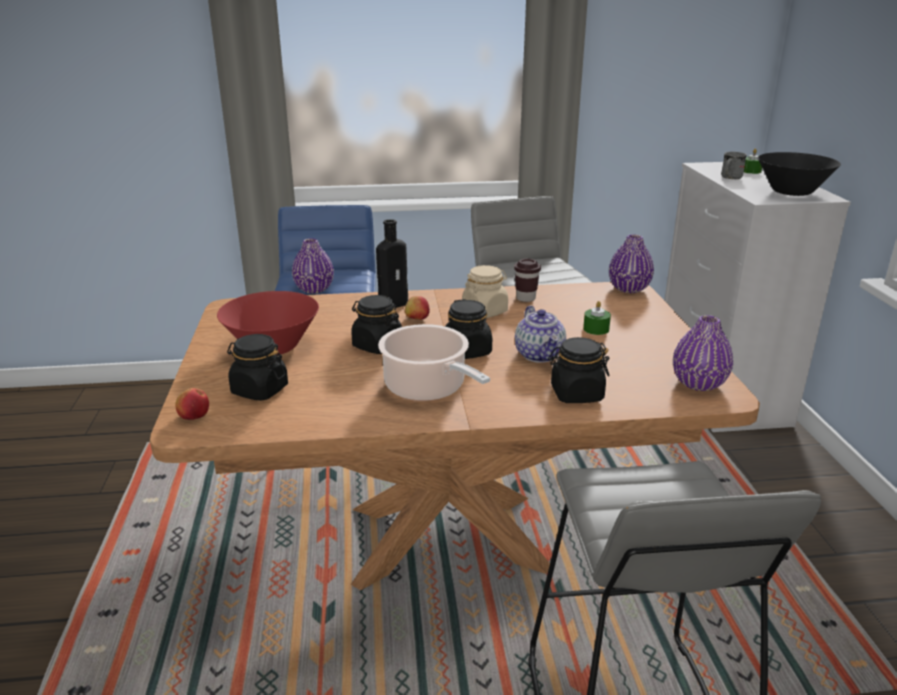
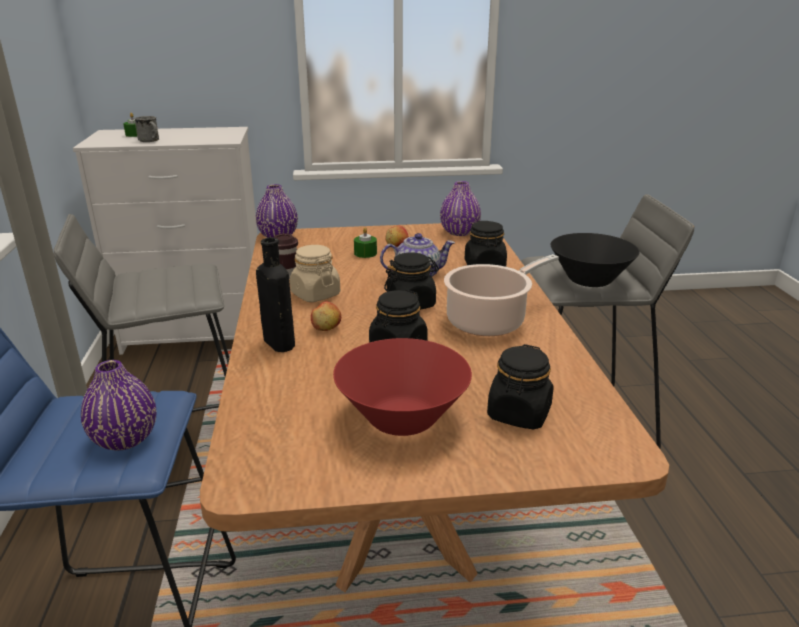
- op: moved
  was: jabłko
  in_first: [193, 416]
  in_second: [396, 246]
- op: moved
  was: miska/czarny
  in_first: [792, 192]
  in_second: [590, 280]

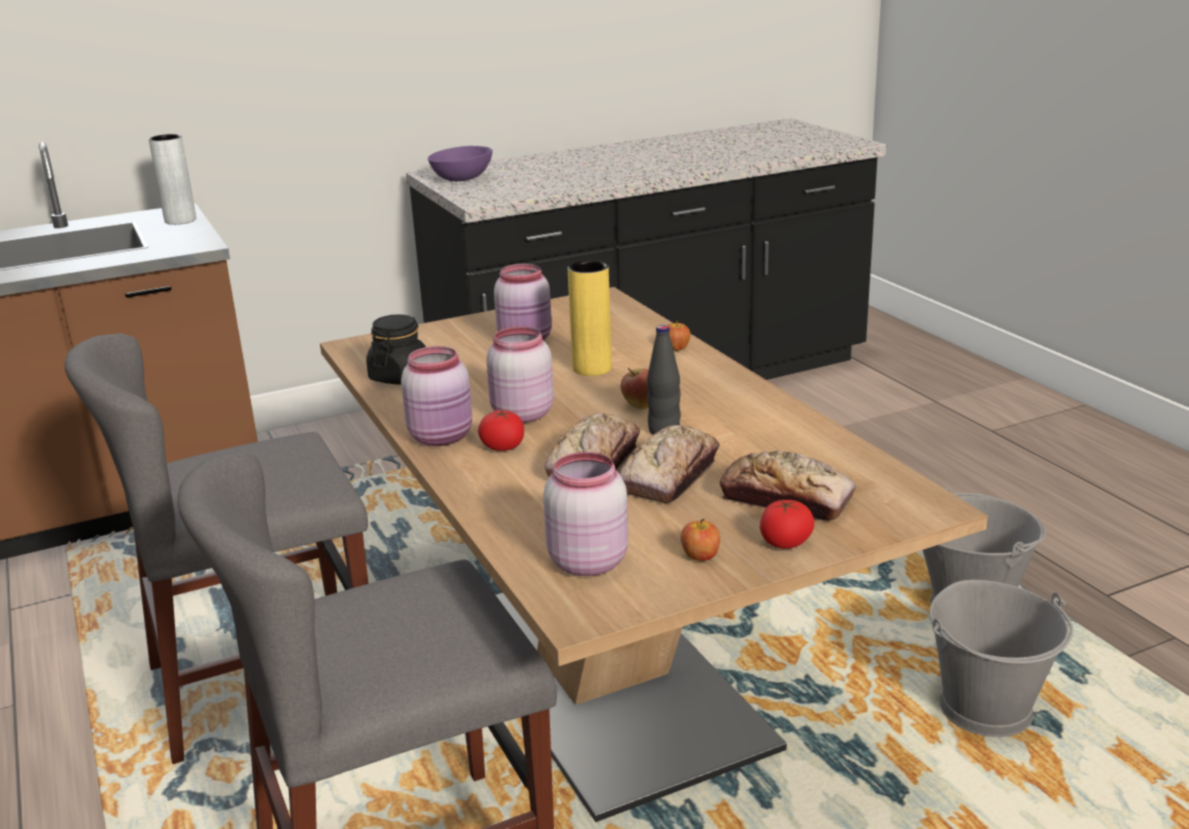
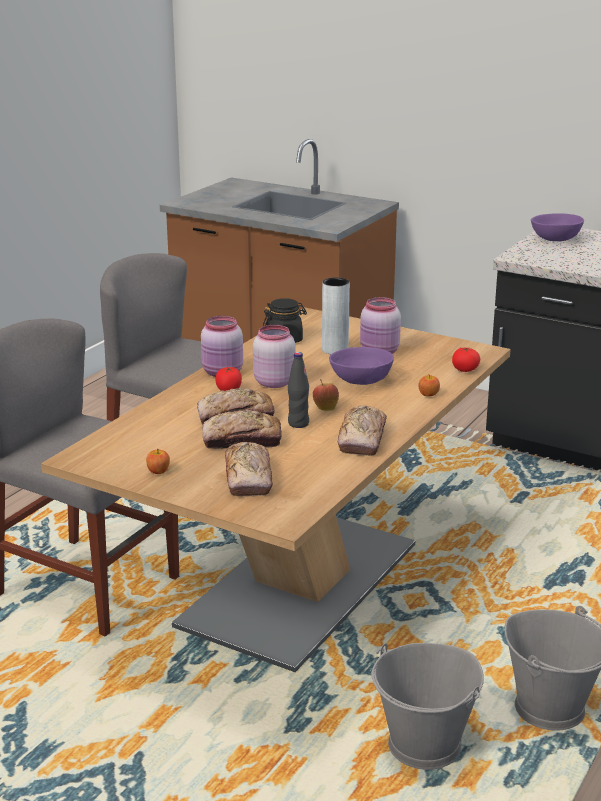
- op: moved
  was: wazon/szary
  in_first: [180, 220]
  in_second: [335, 350]
- op: replaced
  was: wazon/żółty
  now: miska/fioletowy
  in_first: [592, 369]
  in_second: [362, 381]
- op: added
  now: chleb
  in_second: [362, 439]
- op: moved
  was: pomidor
  in_first: [785, 542]
  in_second: [465, 370]
- op: removed
  was: słoik/różowy
  in_first: [586, 561]

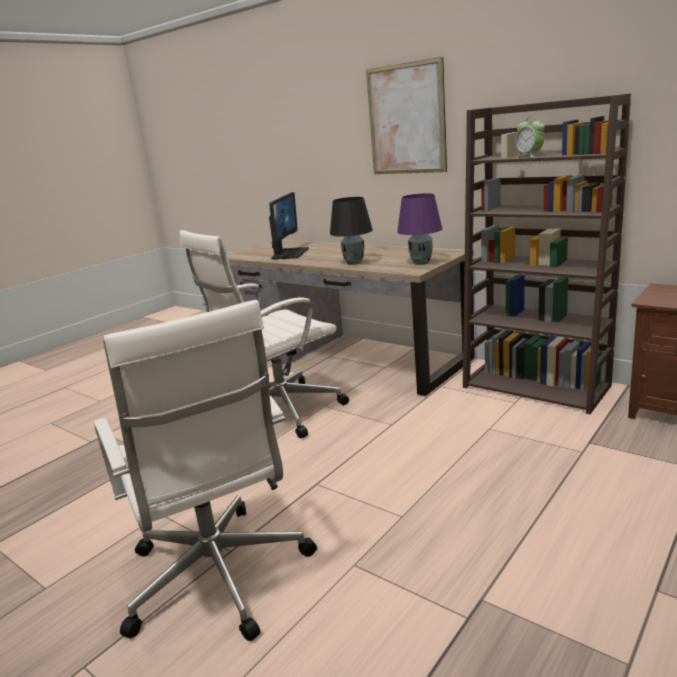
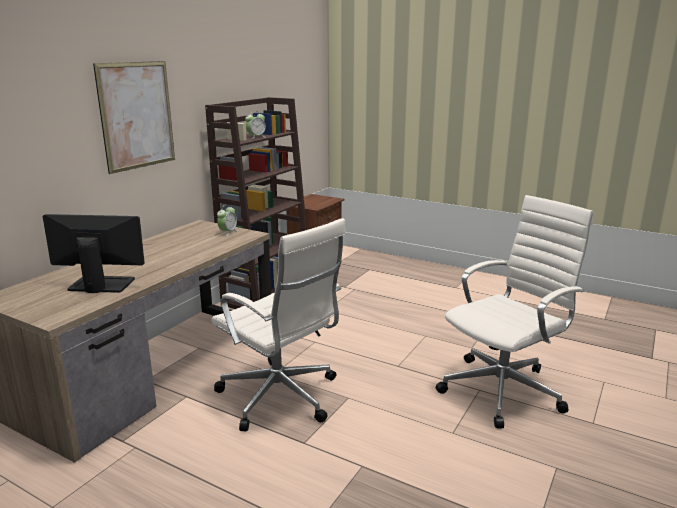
- op: replaced
  was: lampa stołowa/fioletowy
  now: budzik
  in_first: [421, 263]
  in_second: [228, 232]
- op: removed
  was: lampa stołowa/czarny
  in_first: [353, 263]

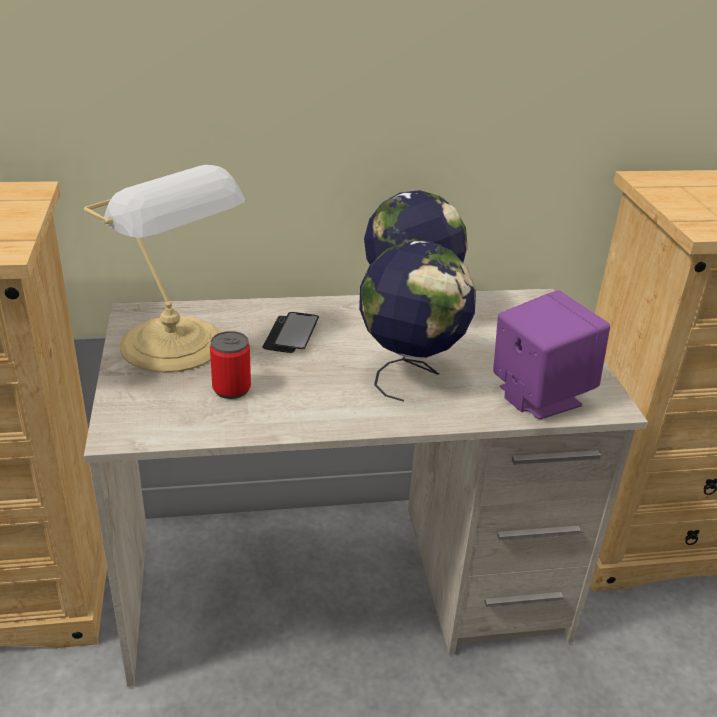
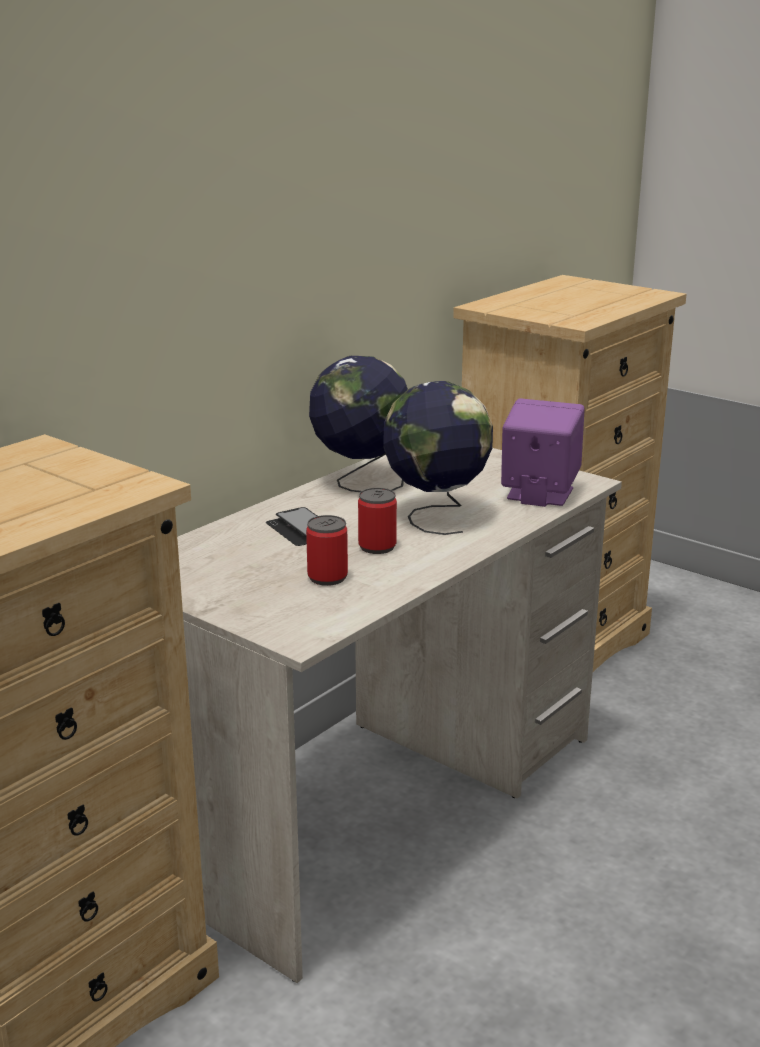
- op: added
  now: puszka
  in_second: [377, 547]
- op: removed
  was: lampa stołowa
  in_first: [176, 346]

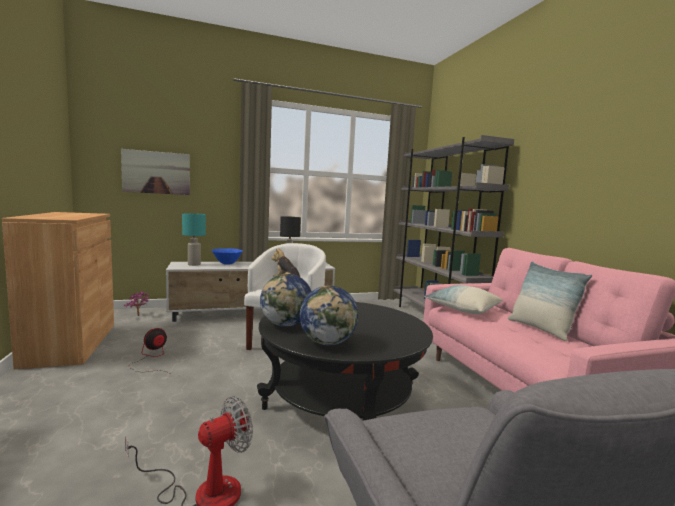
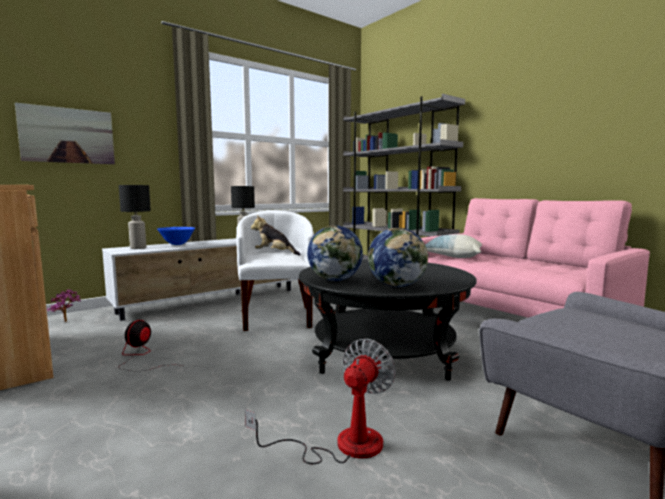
- op: recoloured
  was: lampa stołowa/turkusowy
  now: lampa stołowa/czarny
  in_first: [193, 264]
  in_second: [138, 248]
- op: removed
  was: poduszka
  in_first: [540, 329]

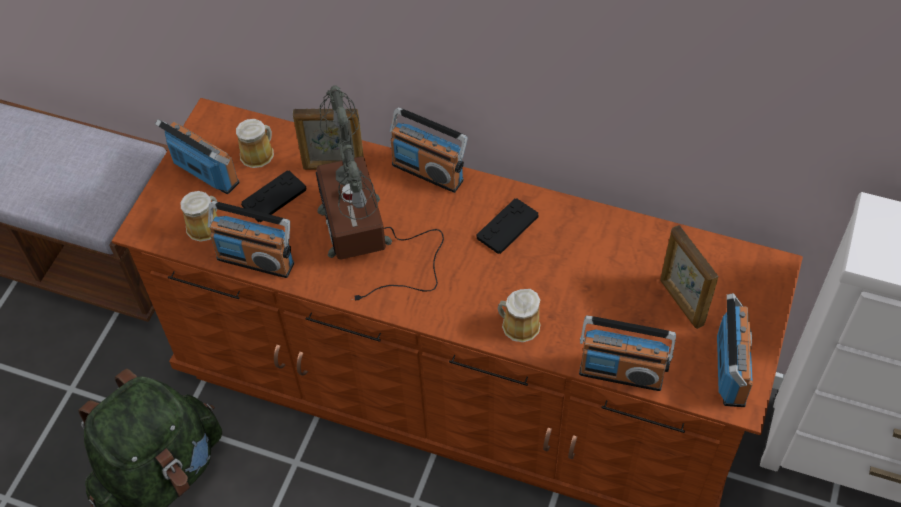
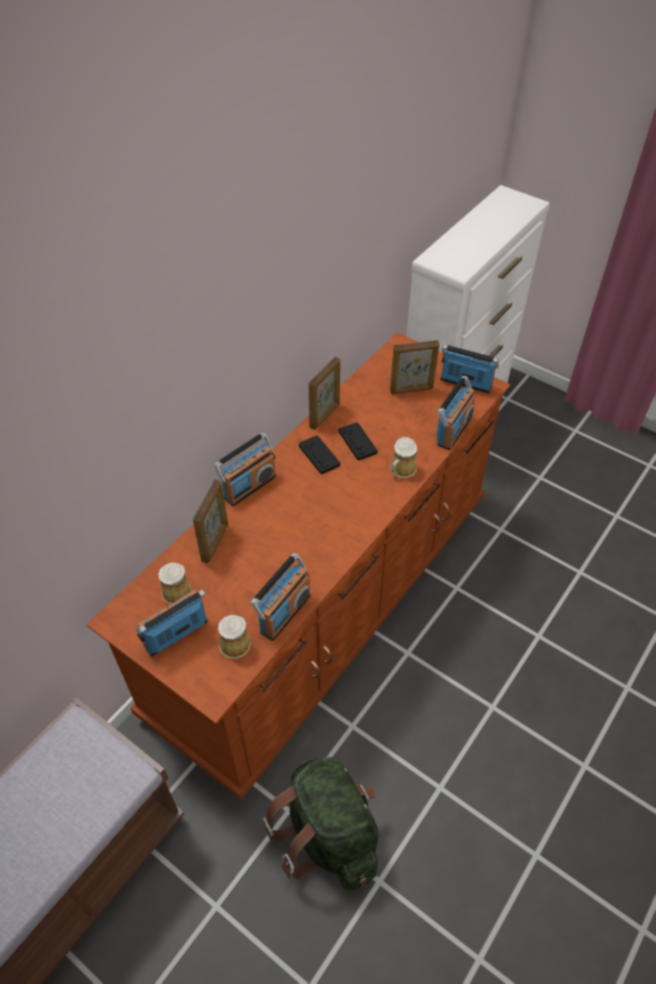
- op: added
  now: ramka na zdjęcie
  in_second: [325, 416]
- op: moved
  was: pad do gier/czarny
  in_first: [274, 197]
  in_second: [357, 442]
- op: removed
  was: lampa stołowa
  in_first: [366, 236]

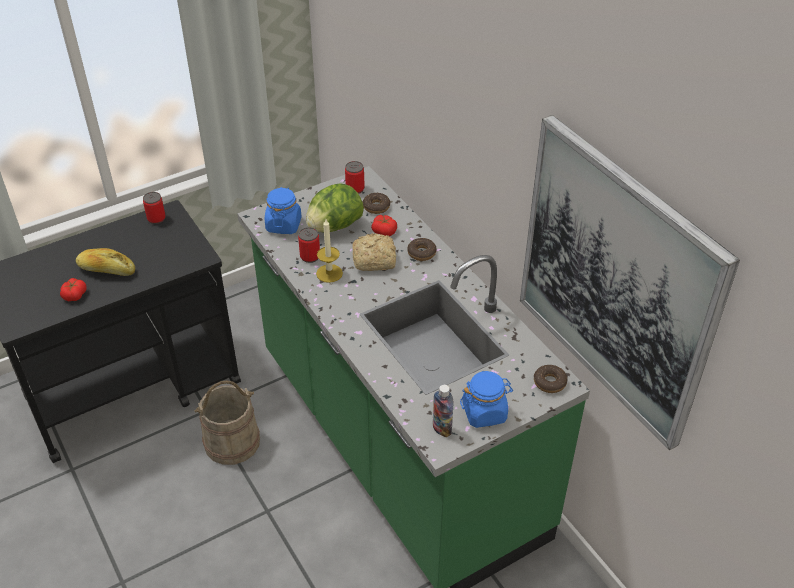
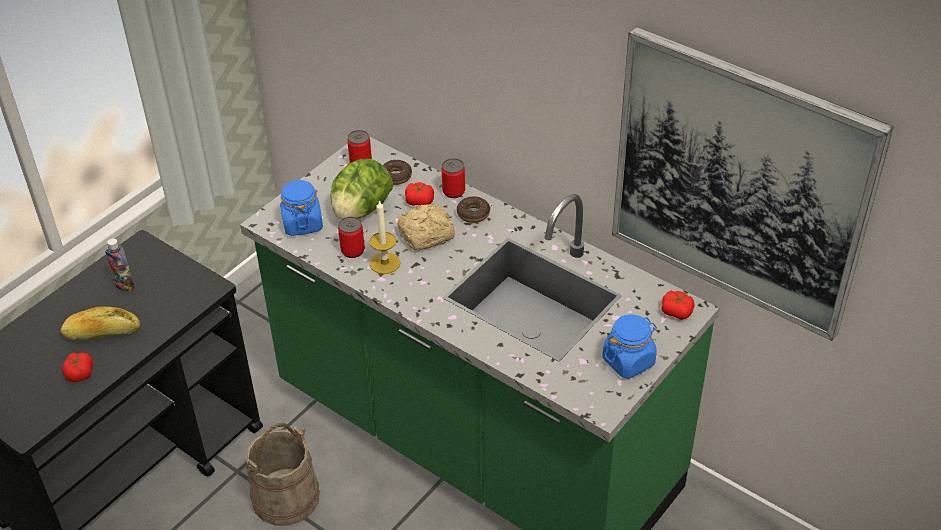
- op: moved
  was: butelka
  in_first: [442, 429]
  in_second: [124, 285]
- op: moved
  was: puszka
  in_first: [156, 218]
  in_second: [453, 191]
- op: replaced
  was: donut
  now: pomidor
  in_first: [549, 382]
  in_second: [676, 311]

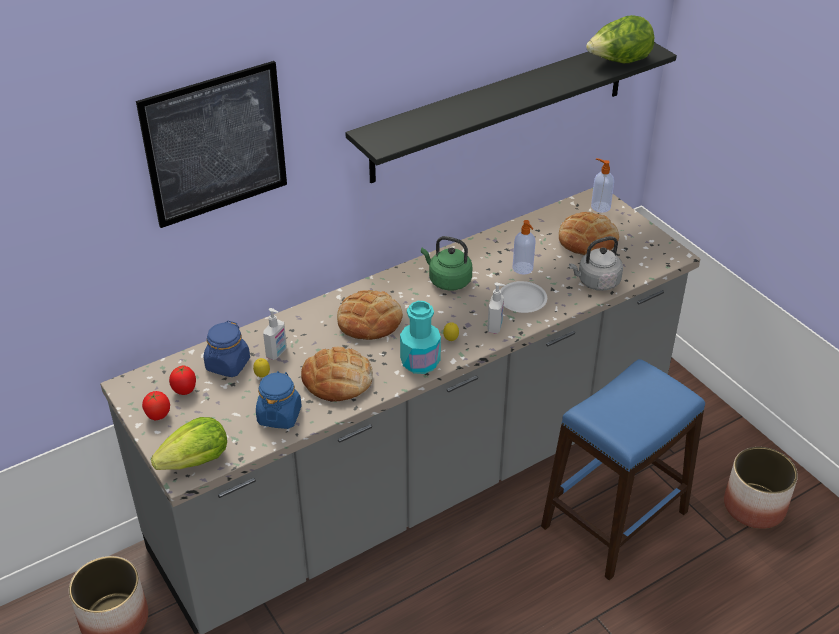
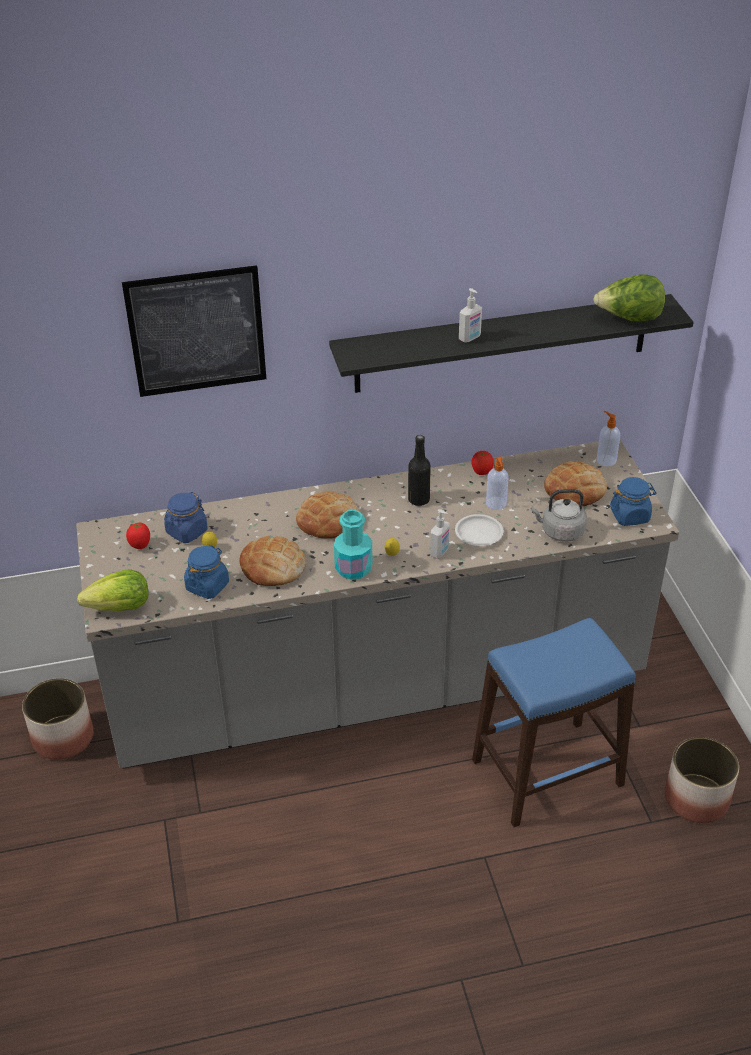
- op: replaced
  was: czajnik/zielony
  now: butelka/czarny
  in_first: [447, 280]
  in_second: [418, 500]
- op: moved
  was: dozownik mydła
  in_first: [277, 353]
  in_second: [470, 338]
- op: moved
  was: pomidor
  in_first: [158, 416]
  in_second: [481, 472]
- op: added
  now: słoik/niebieski
  in_second: [630, 516]

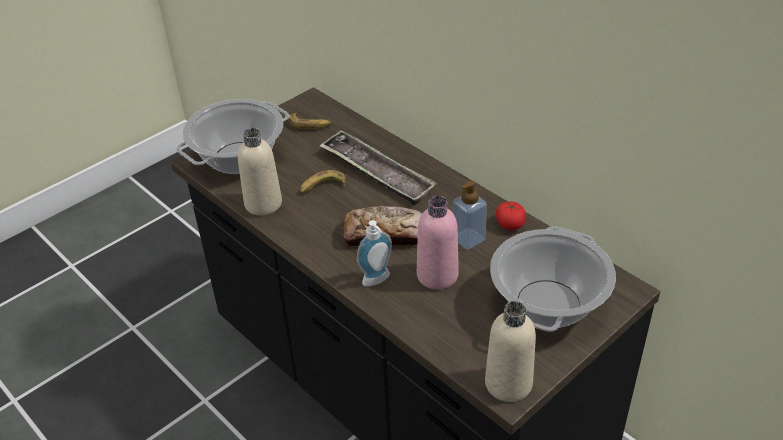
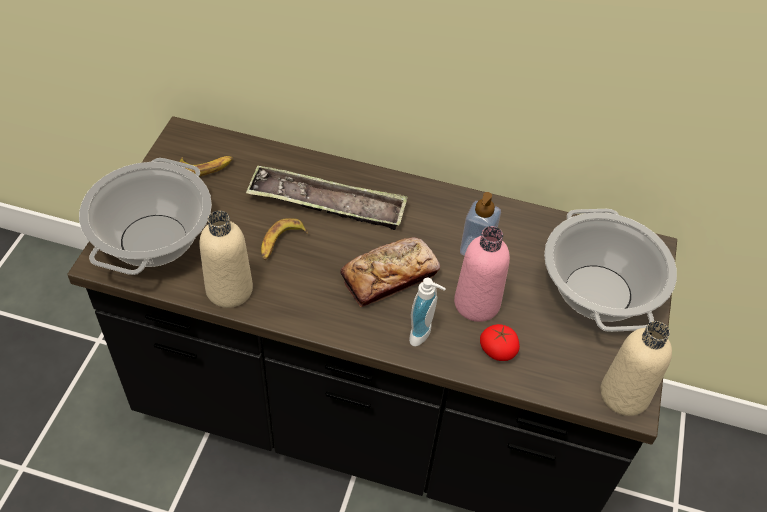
- op: moved
  was: pomidor
  in_first: [510, 224]
  in_second: [498, 350]

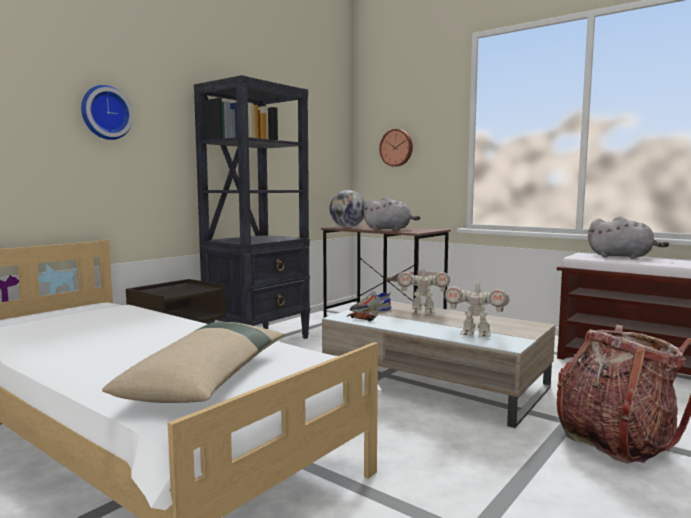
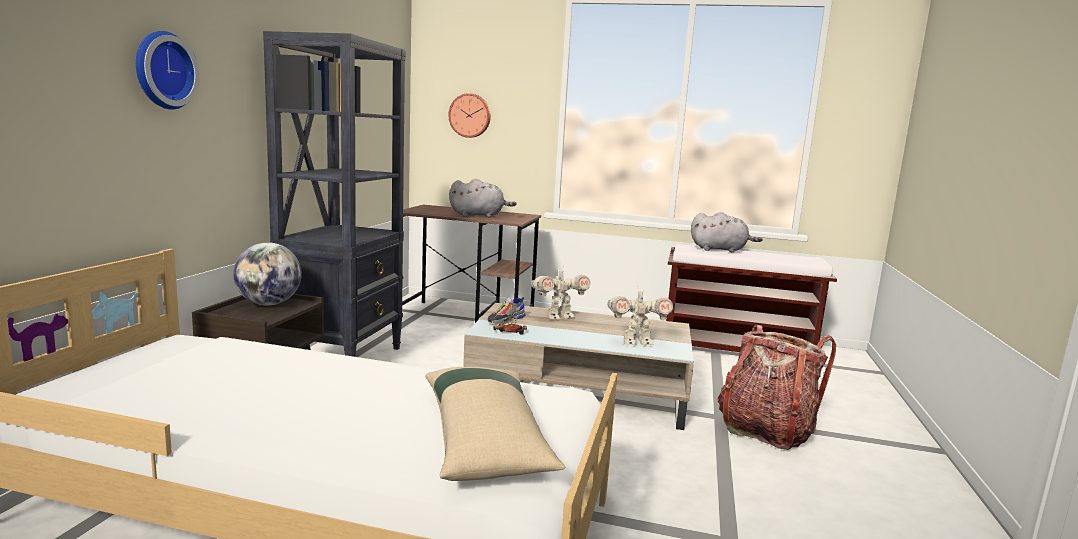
- op: moved
  was: globus
  in_first: [348, 227]
  in_second: [269, 304]

